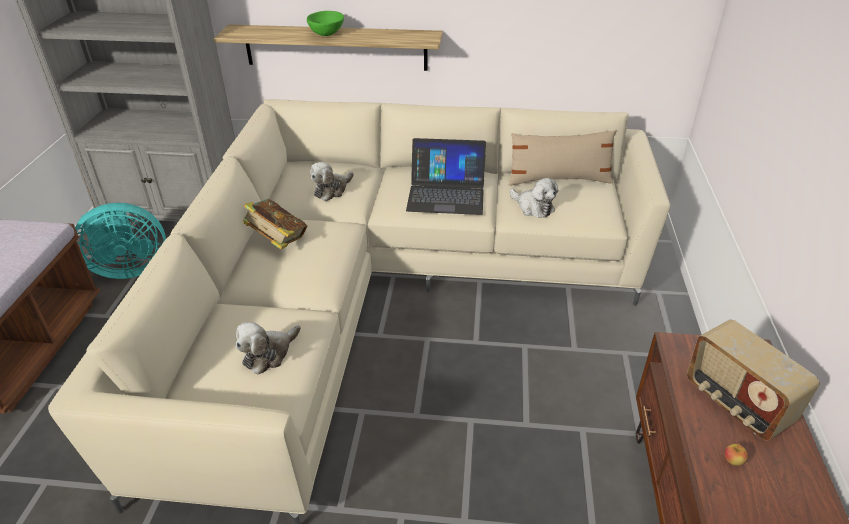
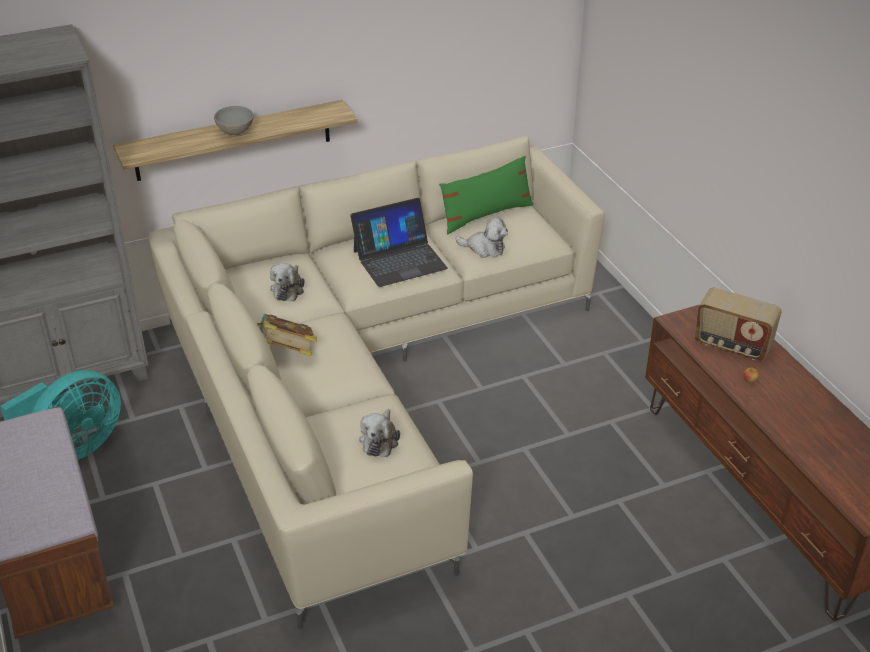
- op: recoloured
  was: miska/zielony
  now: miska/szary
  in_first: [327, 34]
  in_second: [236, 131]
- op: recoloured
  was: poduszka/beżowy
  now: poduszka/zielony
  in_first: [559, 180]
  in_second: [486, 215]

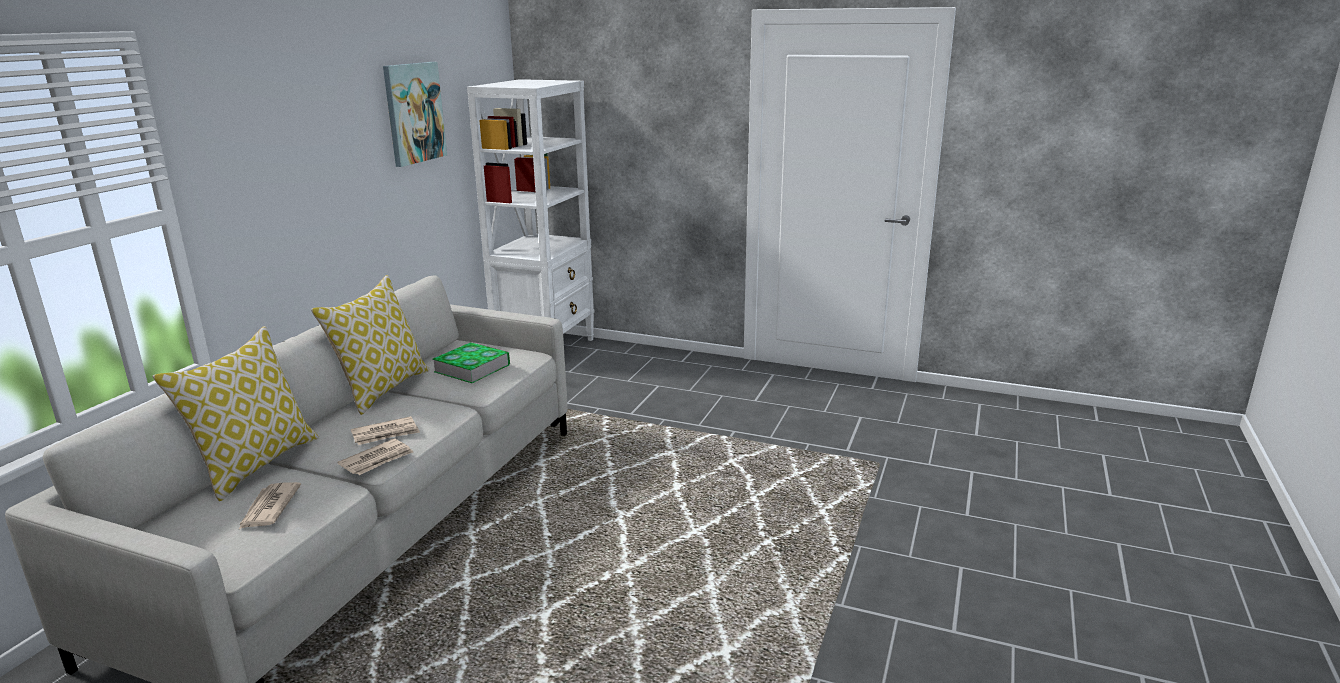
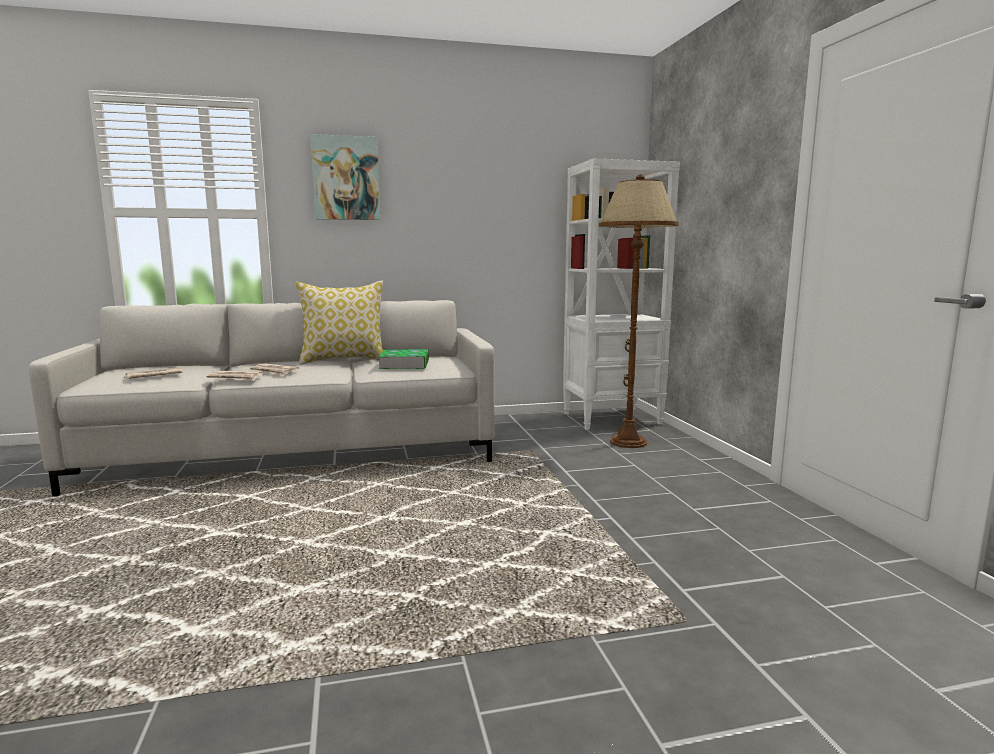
- op: moved
  was: obraz
  in_first: [414, 113]
  in_second: [346, 178]
- op: added
  now: lampa stojąca/brązowy
  in_second: [628, 442]
- op: removed
  was: poduszka
  in_first: [256, 464]

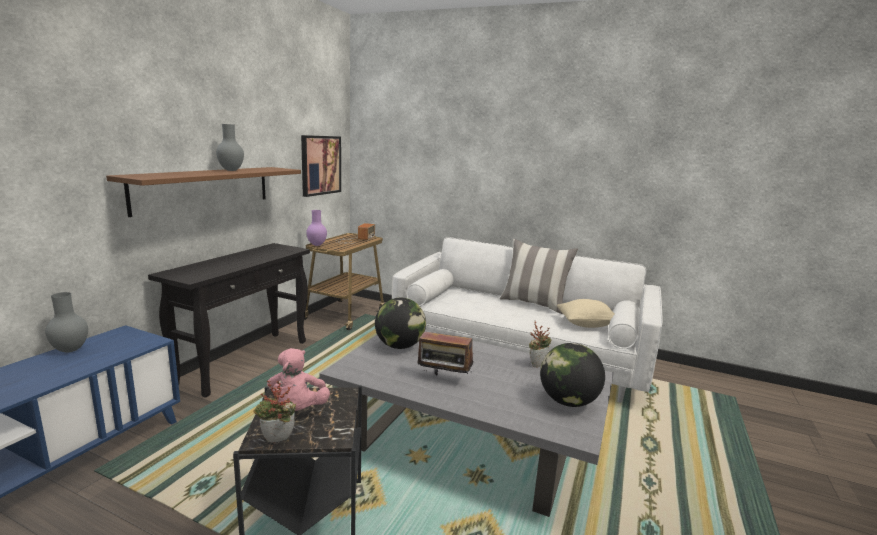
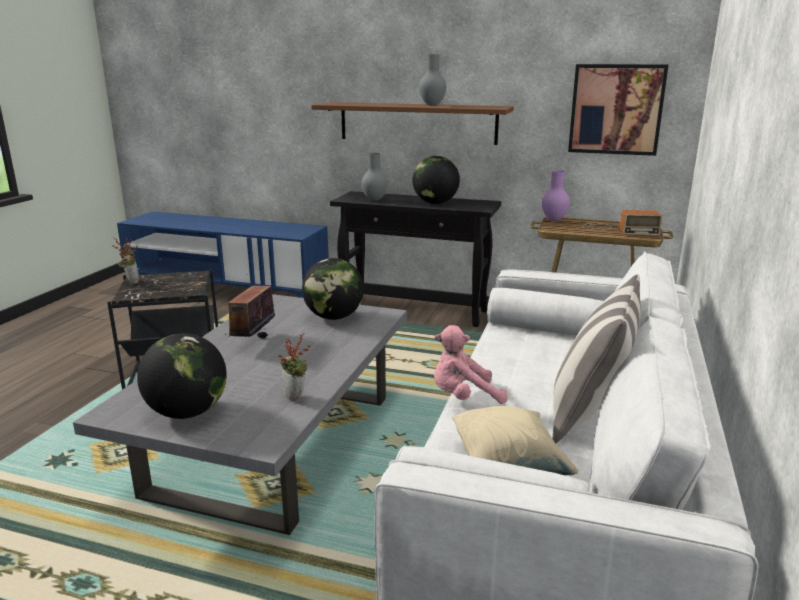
- op: moved
  was: wazon/szary
  in_first: [70, 350]
  in_second: [374, 199]
- op: added
  now: globus
  in_second: [435, 203]
- op: moved
  was: pluszak/różowy
  in_first: [298, 409]
  in_second: [463, 397]

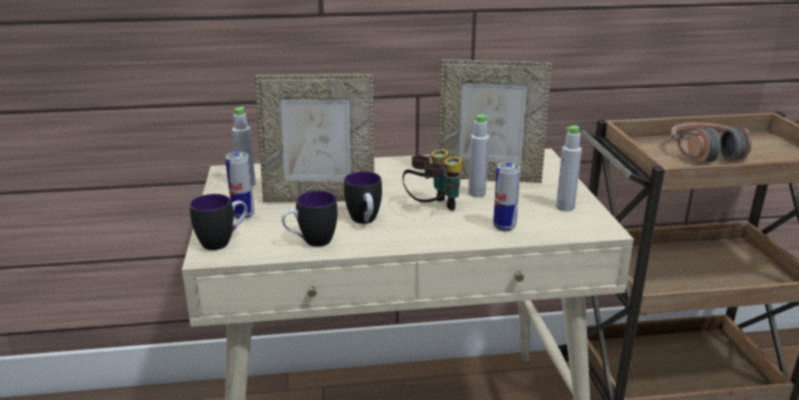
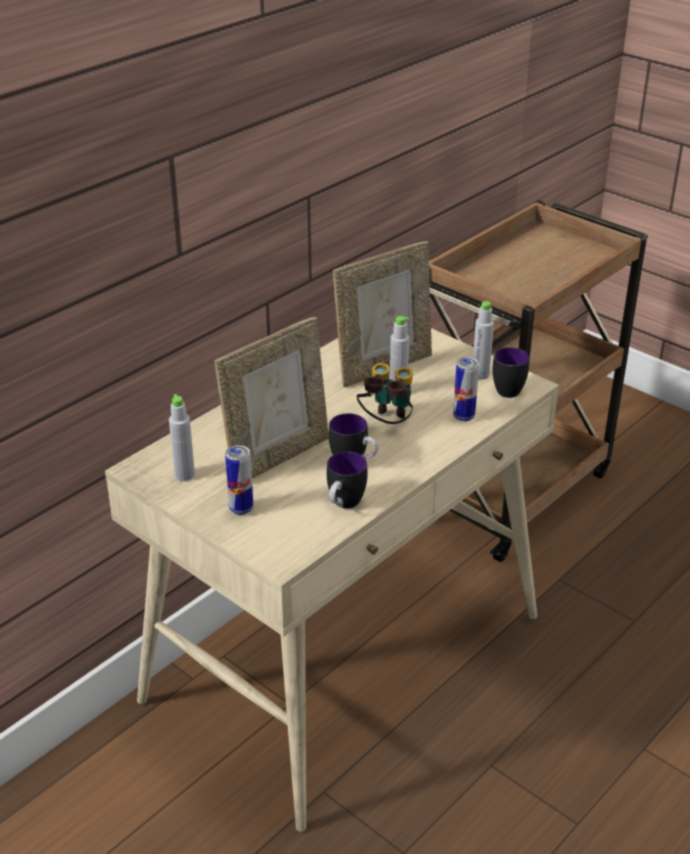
- op: moved
  was: kubek
  in_first: [223, 242]
  in_second: [509, 388]
- op: removed
  was: słuchawki
  in_first: [707, 153]

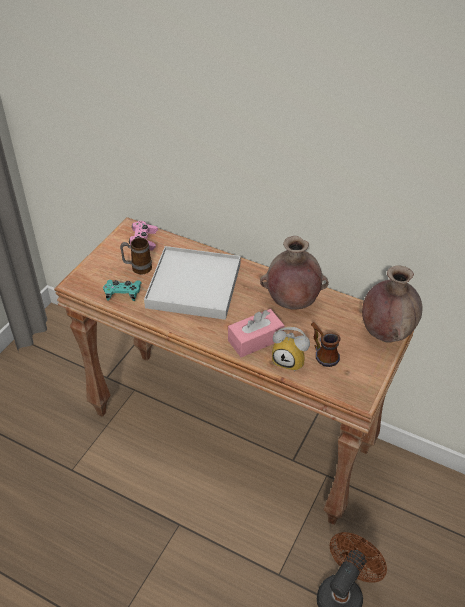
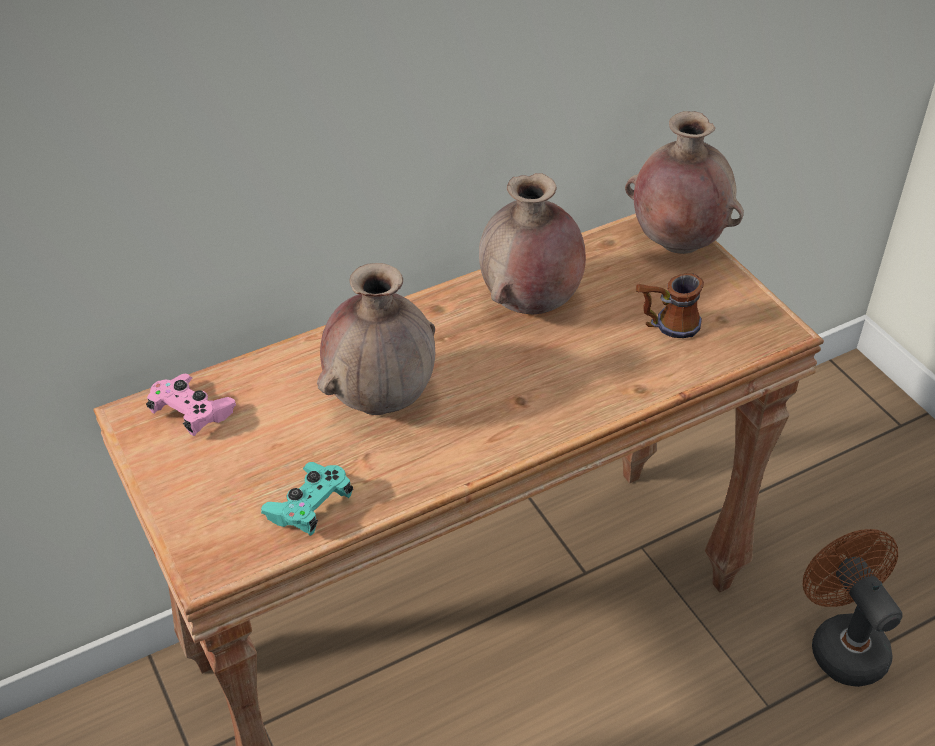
- op: replaced
  was: taca/biały
  now: wazon/brązowy
  in_first: [194, 285]
  in_second: [381, 399]
- op: removed
  was: kubek
  in_first: [137, 268]
- op: removed
  was: pudełko chusteczek/różowy
  in_first: [255, 340]
- op: removed
  was: budzik
  in_first: [290, 360]

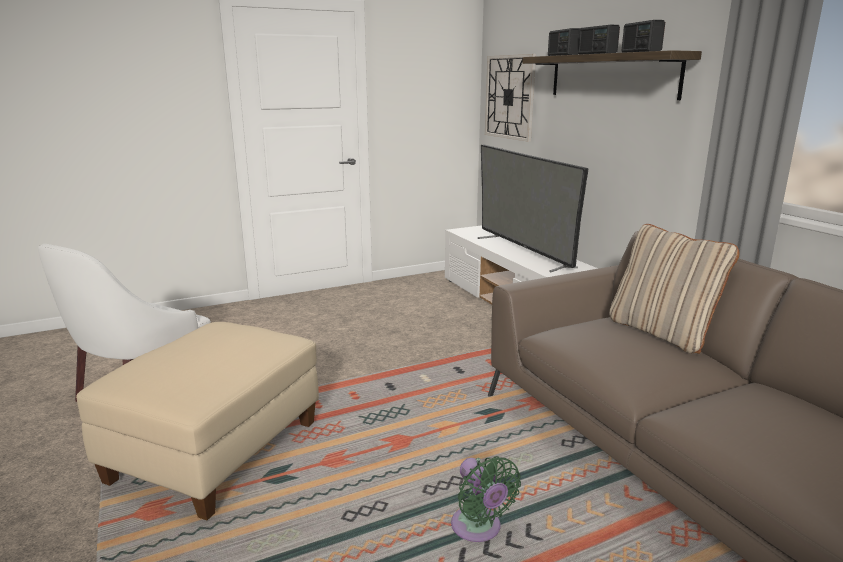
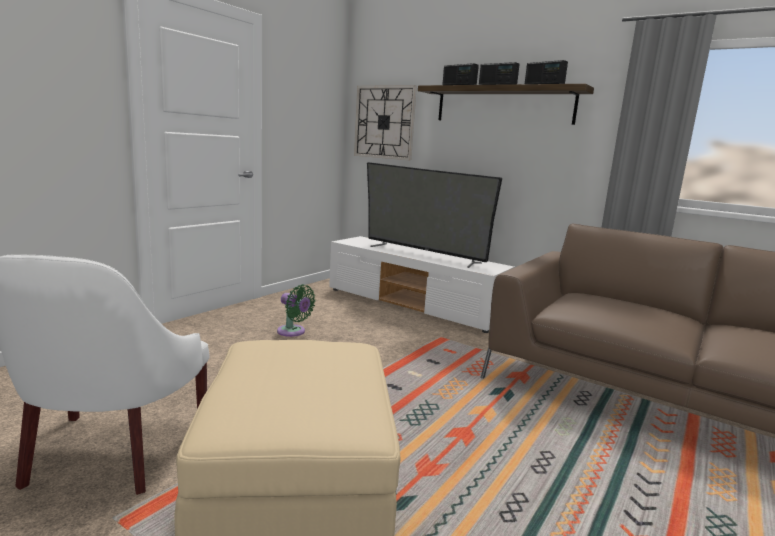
- op: moved
  was: wentylator/zielony
  in_first: [478, 529]
  in_second: [293, 332]
- op: removed
  was: poduszka/beżowy
  in_first: [662, 333]

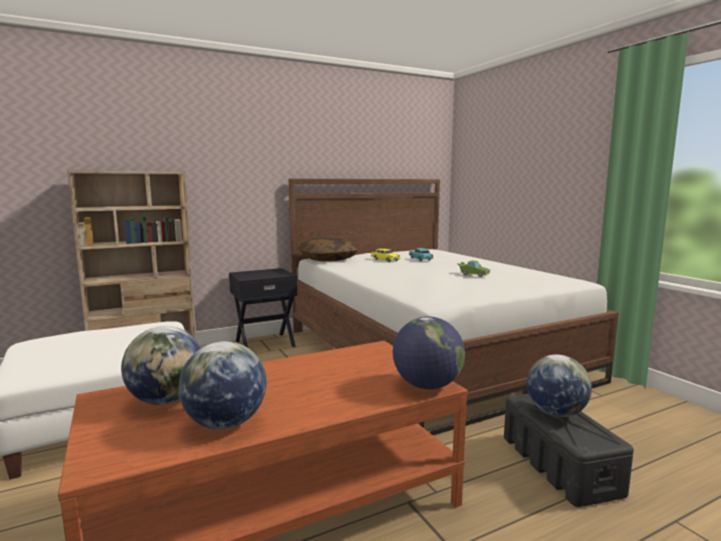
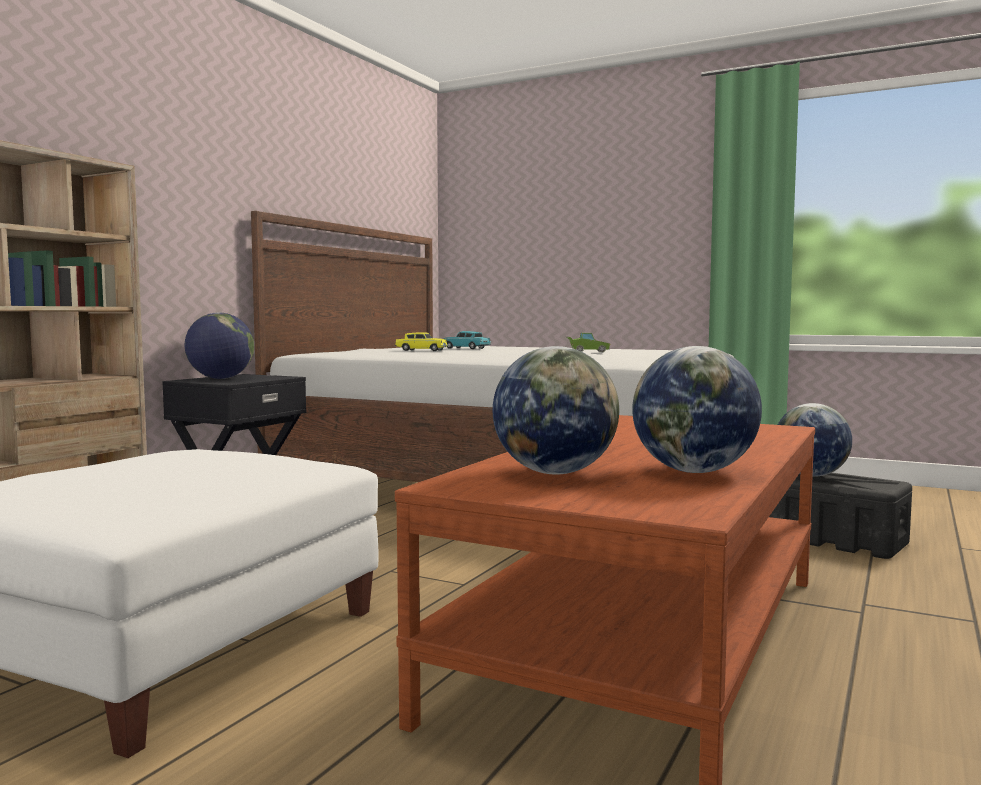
- op: moved
  was: globus
  in_first: [427, 386]
  in_second: [220, 378]
- op: removed
  was: poduszka
  in_first: [328, 259]

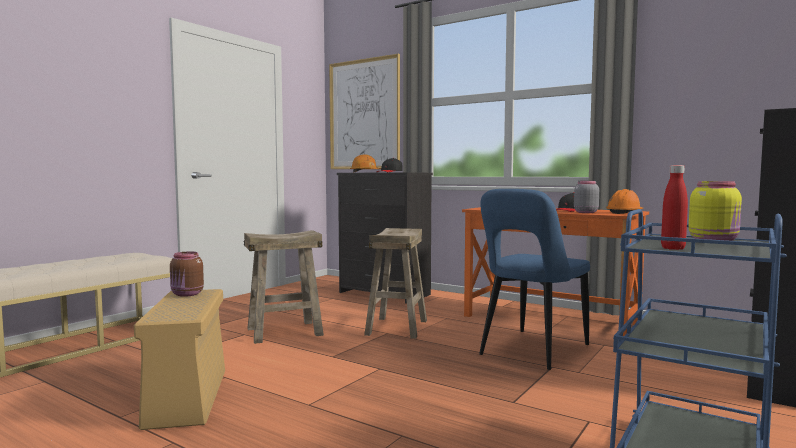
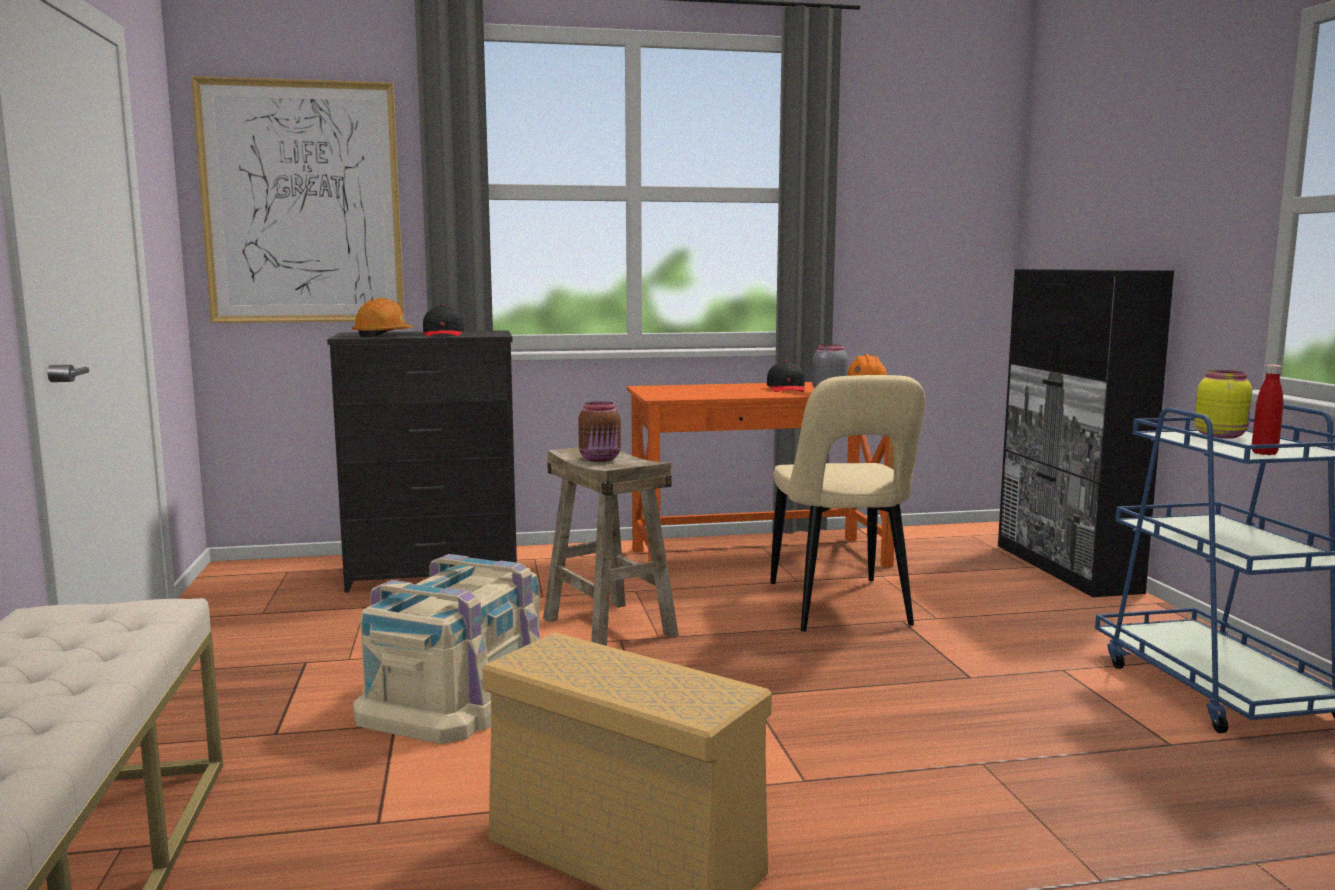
- op: replaced
  was: stołek/beżowy
  now: pojemnik do przechowywania/beżowy
  in_first: [285, 332]
  in_second: [457, 693]
- op: moved
  was: słoik/brązowy
  in_first: [187, 294]
  in_second: [601, 459]
- op: recoloured
  was: krzesło/niebieski
  now: krzesło/beżowy
  in_first: [531, 351]
  in_second: [840, 608]

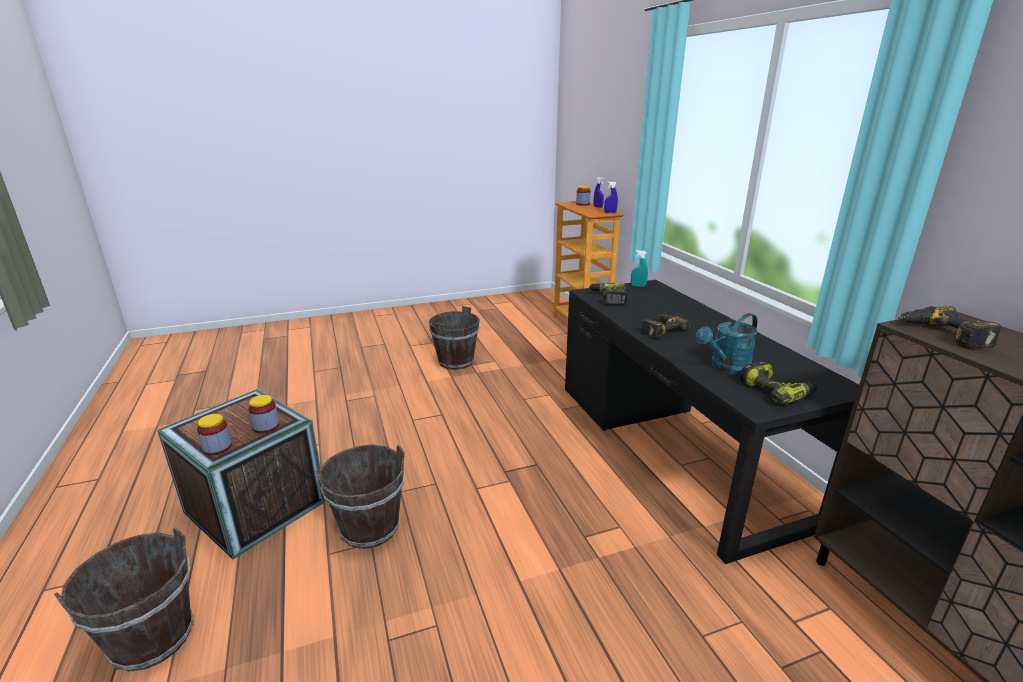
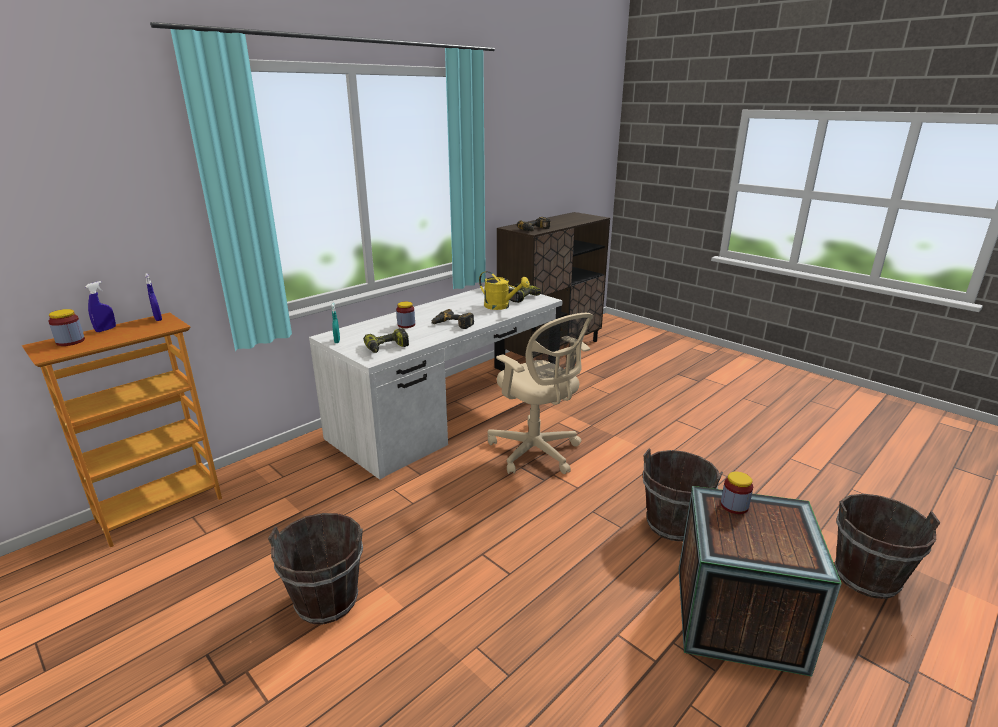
- op: recoloured
  was: biurko/czarny
  now: biurko/biały
  in_first: [674, 447]
  in_second: [450, 413]
- op: moved
  was: słoik
  in_first: [217, 447]
  in_second: [406, 325]
- op: recoloured
  was: konewka/turkusowy
  now: konewka/żółty
  in_first: [725, 367]
  in_second: [501, 306]
- op: added
  now: krzesło biurowe/beżowy
  in_second: [536, 452]

